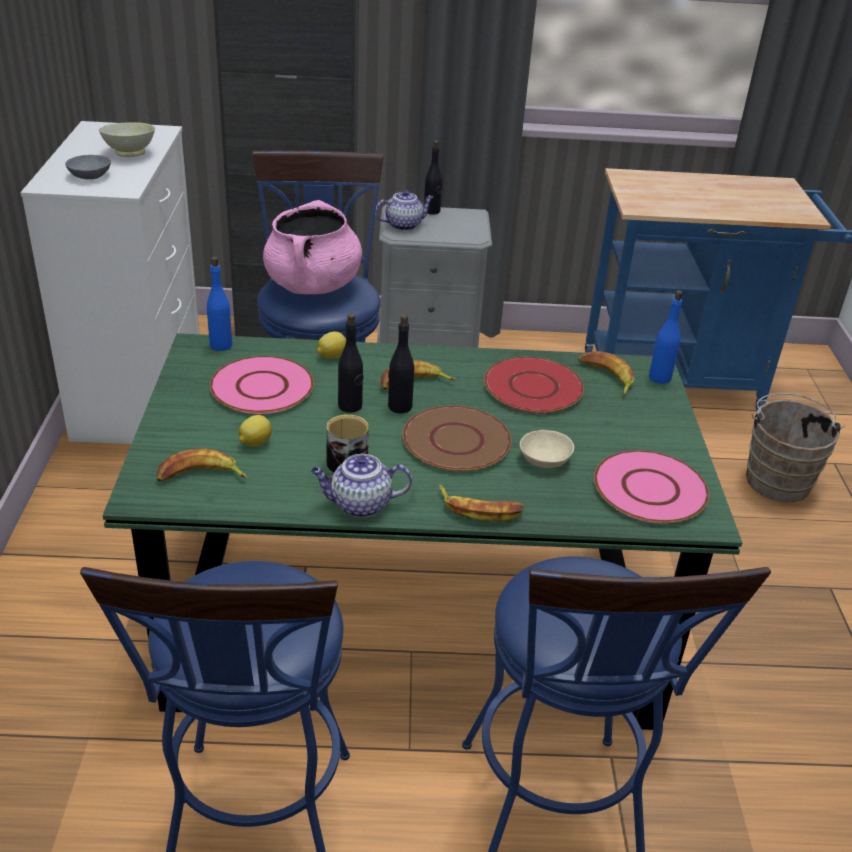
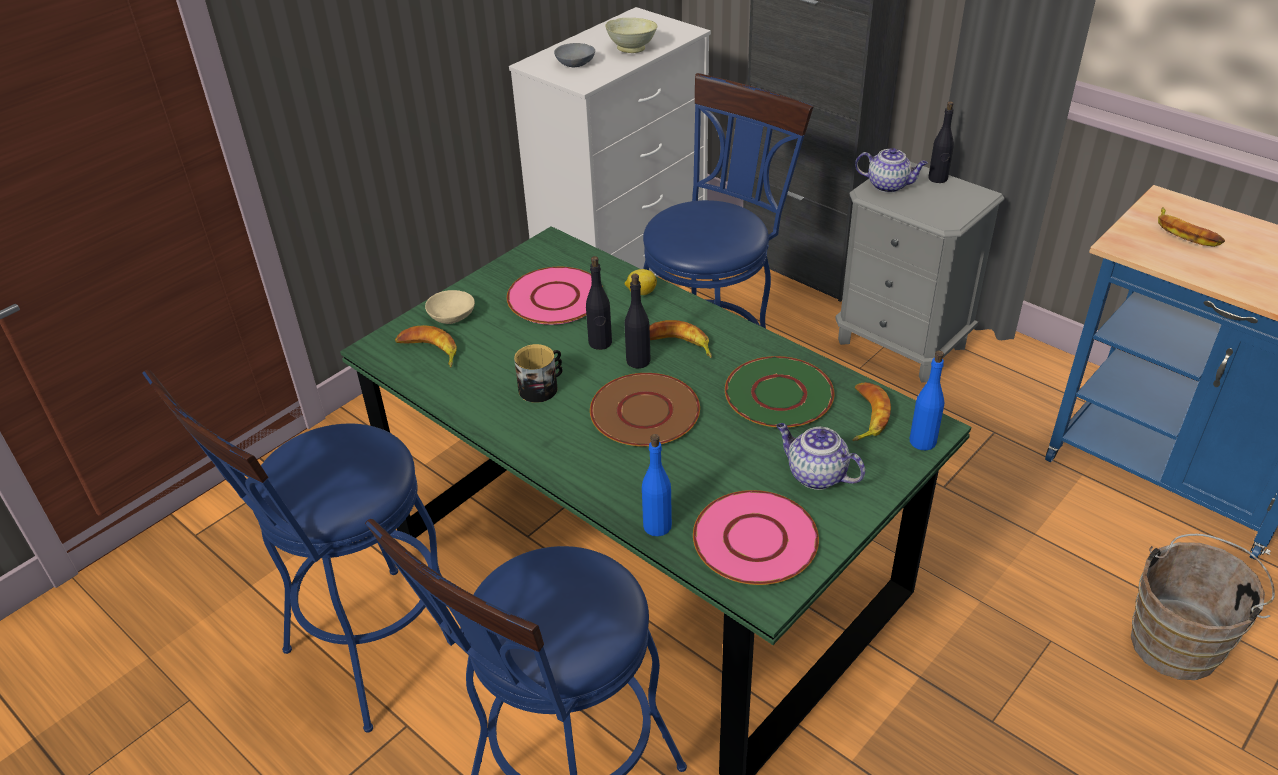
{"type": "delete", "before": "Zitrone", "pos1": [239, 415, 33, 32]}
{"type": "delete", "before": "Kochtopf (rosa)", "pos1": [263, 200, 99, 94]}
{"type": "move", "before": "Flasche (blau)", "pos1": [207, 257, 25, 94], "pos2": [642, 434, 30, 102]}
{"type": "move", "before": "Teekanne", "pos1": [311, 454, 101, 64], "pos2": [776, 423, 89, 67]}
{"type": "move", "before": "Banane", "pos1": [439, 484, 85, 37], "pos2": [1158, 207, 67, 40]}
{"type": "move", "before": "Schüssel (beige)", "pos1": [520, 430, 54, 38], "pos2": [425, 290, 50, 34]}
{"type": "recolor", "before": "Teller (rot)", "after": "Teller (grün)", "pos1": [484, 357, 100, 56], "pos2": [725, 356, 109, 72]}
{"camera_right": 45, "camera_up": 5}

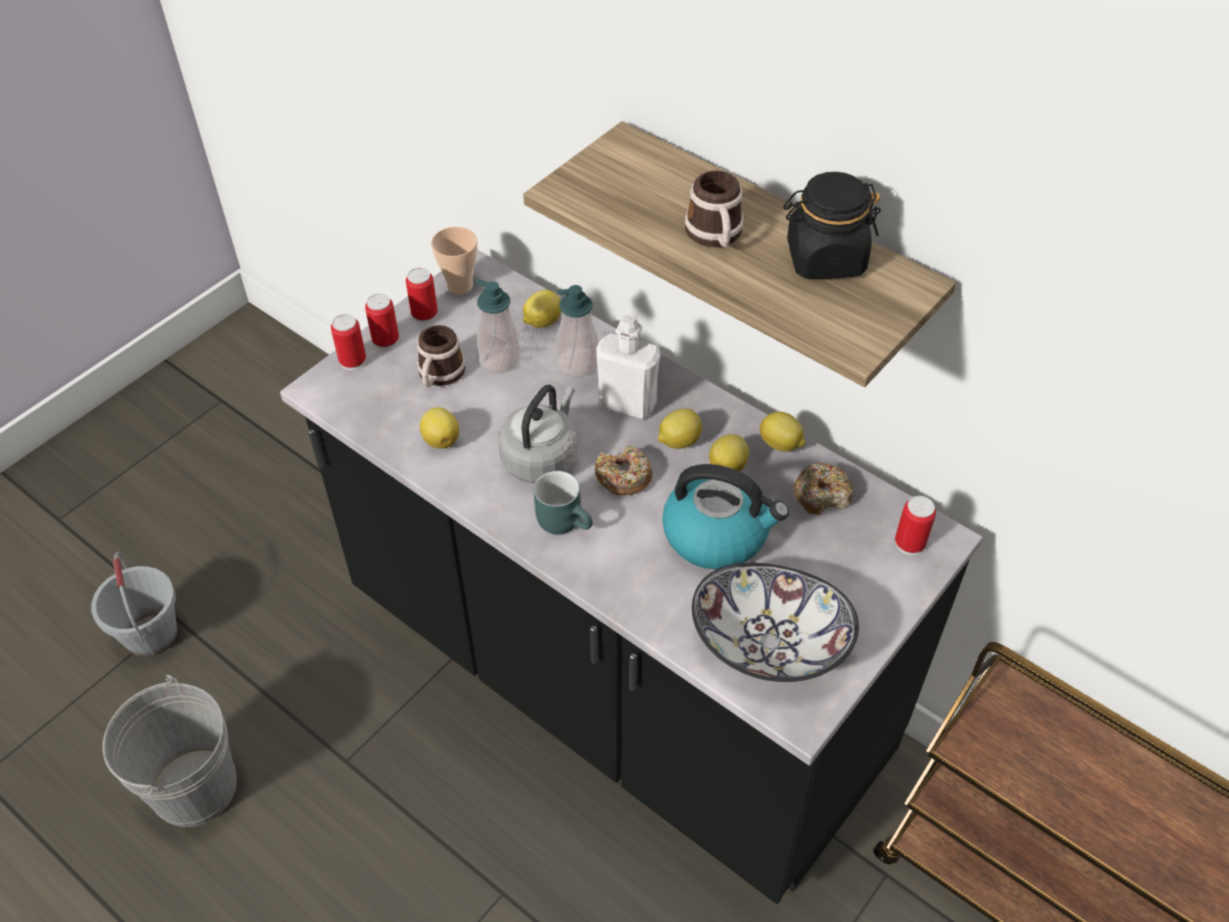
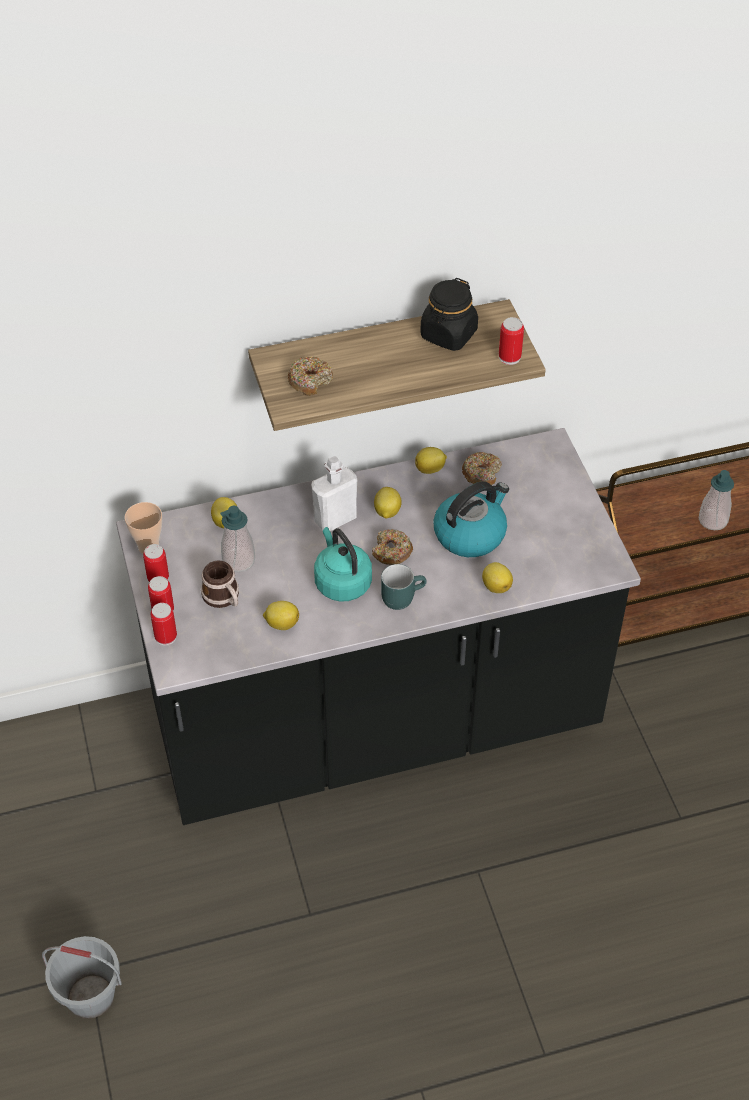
{"type": "delete", "before": "Eimer (grau)", "pos1": [103, 675, 134, 152]}
{"type": "delete", "before": "Henkelbecher", "pos1": [685, 171, 59, 76]}
{"type": "delete", "before": "Schüssel", "pos1": [692, 563, 167, 119]}
{"type": "insert", "after": "Donut", "pos2": [288, 357, 45, 39]}
{"type": "move", "before": "Seifenspender", "pos1": [556, 285, 42, 92], "pos2": [699, 470, 35, 60]}
{"type": "move", "before": "Zitrone", "pos1": [709, 434, 40, 37], "pos2": [482, 562, 31, 31]}
{"type": "move", "before": "Dose", "pos1": [895, 496, 41, 59], "pos2": [499, 317, 25, 48]}
{"type": "recolor", "before": "Wasserkessel (grau)", "after": "Wasserkessel (türkis)", "pos1": [498, 385, 79, 98], "pos2": [314, 527, 58, 74]}
{"camera_right": -55, "camera_up": 0}

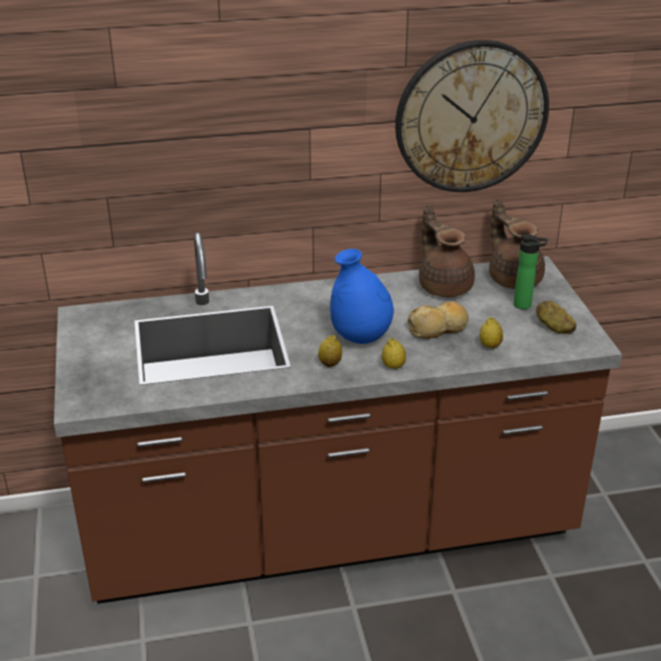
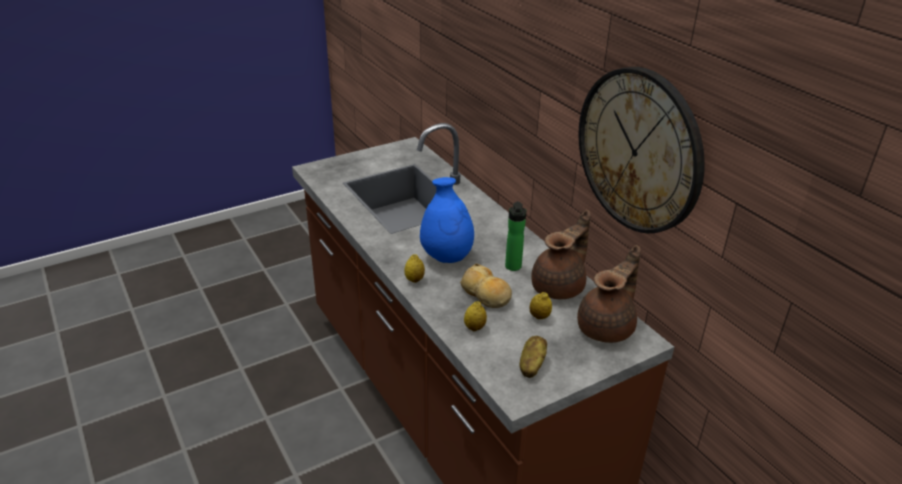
{"type": "move", "before": "Zitrone", "pos1": [318, 335, 24, 32], "pos2": [530, 292, 22, 27]}
{"type": "move", "before": "Flasche", "pos1": [513, 234, 35, 75], "pos2": [505, 201, 21, 70]}
{"camera_right": 70, "camera_up": 0}

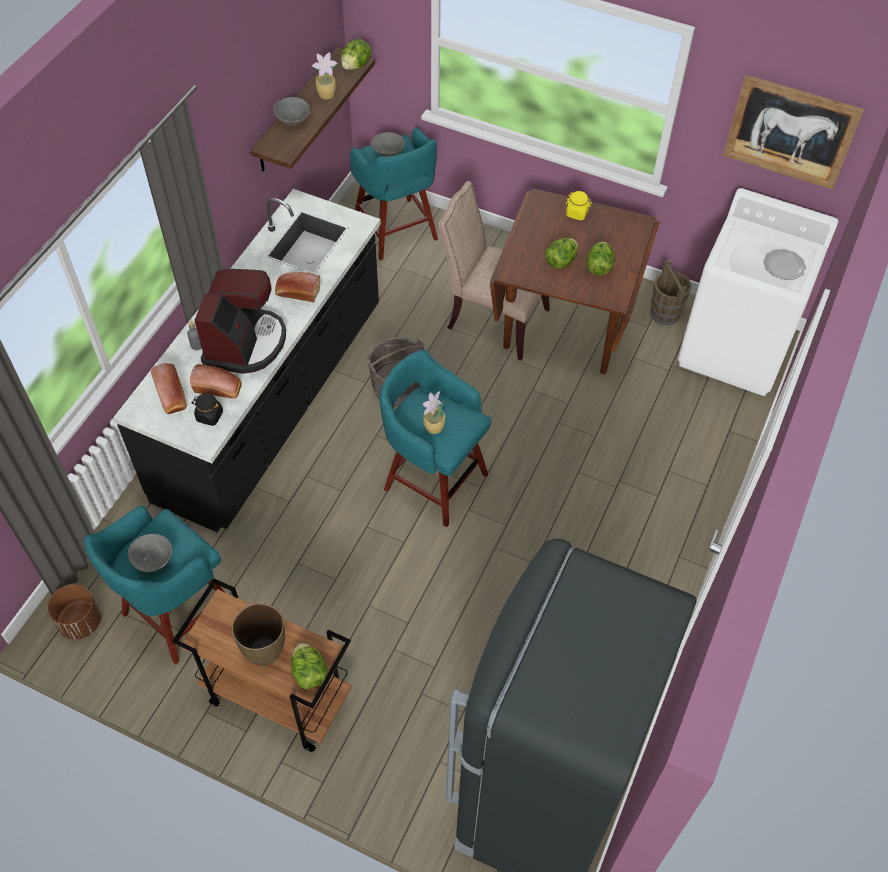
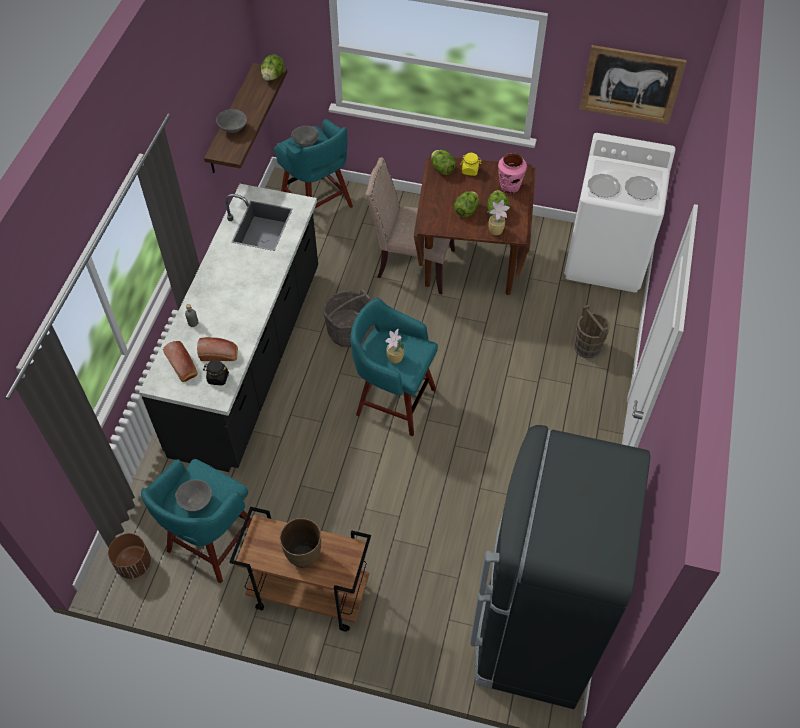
{"type": "delete", "before": "Kaffeemaschine", "pos1": [194, 269, 92, 105]}
{"type": "delete", "before": "Brot", "pos1": [275, 272, 45, 30]}
{"type": "insert", "after": "Vase (rosa)", "pos2": [498, 153, 29, 41]}
{"type": "insert", "after": "Teller", "pos2": [588, 174, 33, 24]}
{"type": "move", "before": "Salatkopf", "pos1": [291, 643, 37, 46], "pos2": [431, 150, 25, 25]}
{"type": "move", "before": "Topfpflanze", "pos1": [312, 52, 26, 48], "pos2": [487, 200, 23, 35]}
{"type": "move", "before": "Eimer (braun)", "pos1": [650, 260, 42, 65], "pos2": [574, 305, 36, 53]}
{"camera_right": -10, "camera_up": 0}

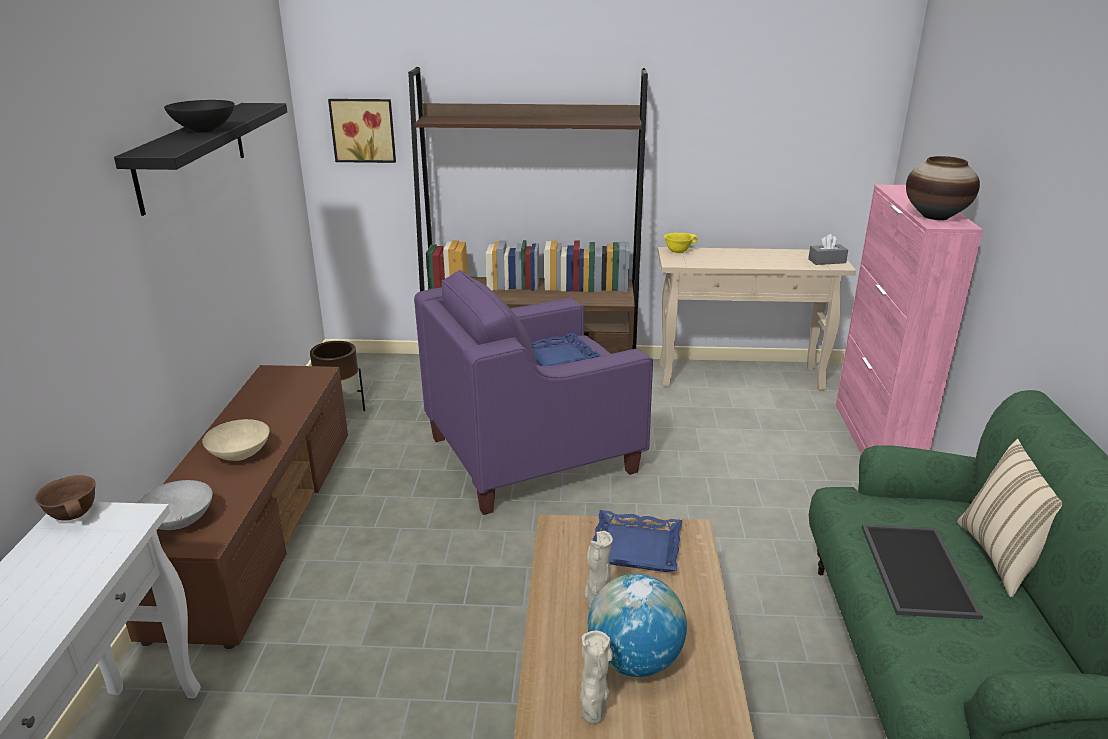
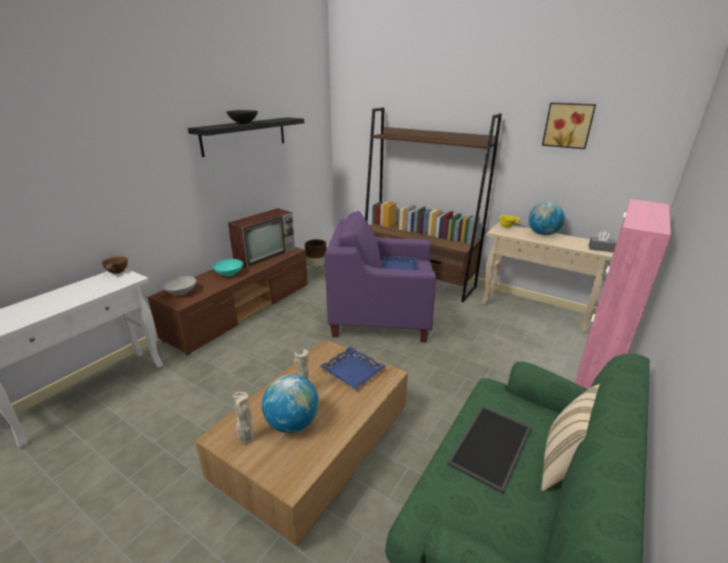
{"type": "delete", "before": "Vase", "pos1": [906, 156, 74, 64]}
{"type": "insert", "after": "Fernseher", "pos2": [228, 208, 67, 60]}
{"type": "insert", "after": "Globus", "pos2": [528, 202, 37, 33]}
{"type": "move", "before": "Bild", "pos1": [328, 99, 68, 64], "pos2": [542, 103, 54, 46]}
{"type": "recolor", "before": "Schüssel (beige)", "after": "Schüssel (türkis)", "pos1": [202, 419, 67, 42], "pos2": [213, 259, 30, 18]}
{"camera_right": 30, "camera_up": 0}

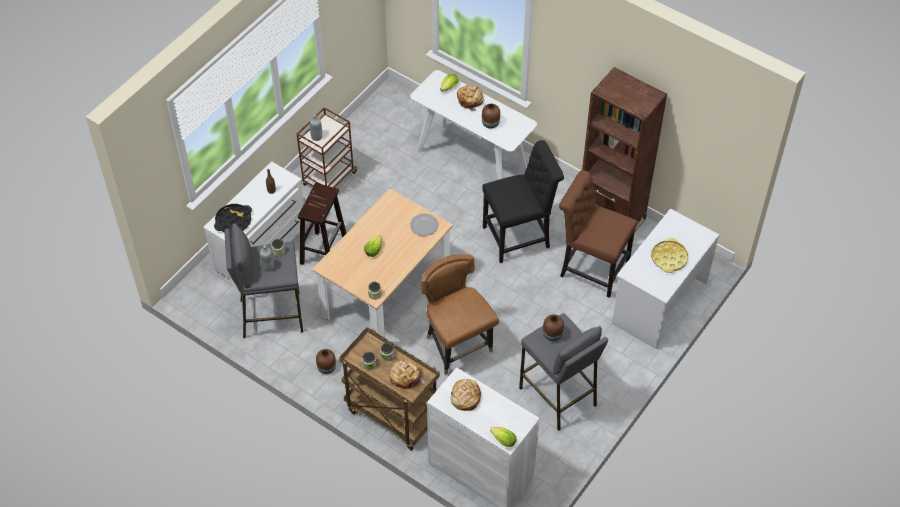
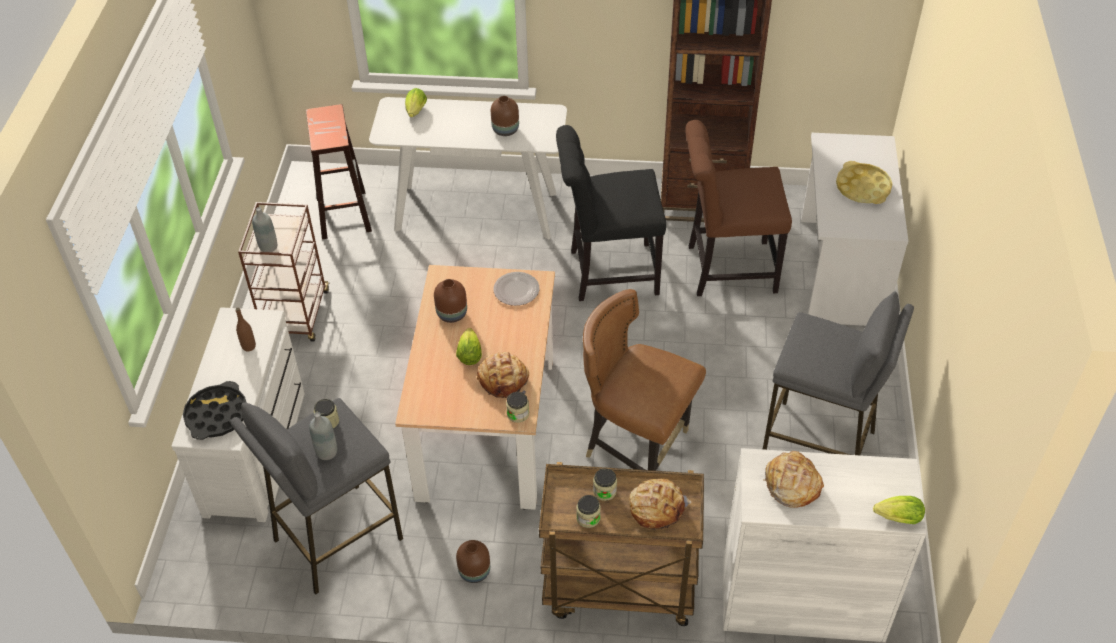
{"type": "move", "before": "Hocker (braun)", "pos1": [298, 183, 48, 82], "pos2": [306, 104, 66, 135]}
{"type": "move", "before": "Brot", "pos1": [457, 84, 27, 28], "pos2": [477, 352, 52, 46]}
{"type": "move", "before": "Vase (braun)", "pos1": [543, 314, 21, 27], "pos2": [434, 279, 33, 44]}
{"type": "rotate", "before": "Stuhl (schwarz)", "pos1": [482, 140, 82, 123], "pos2": [556, 125, 110, 176], "turn": -135}
{"camera_right": -30, "camera_up": -5}

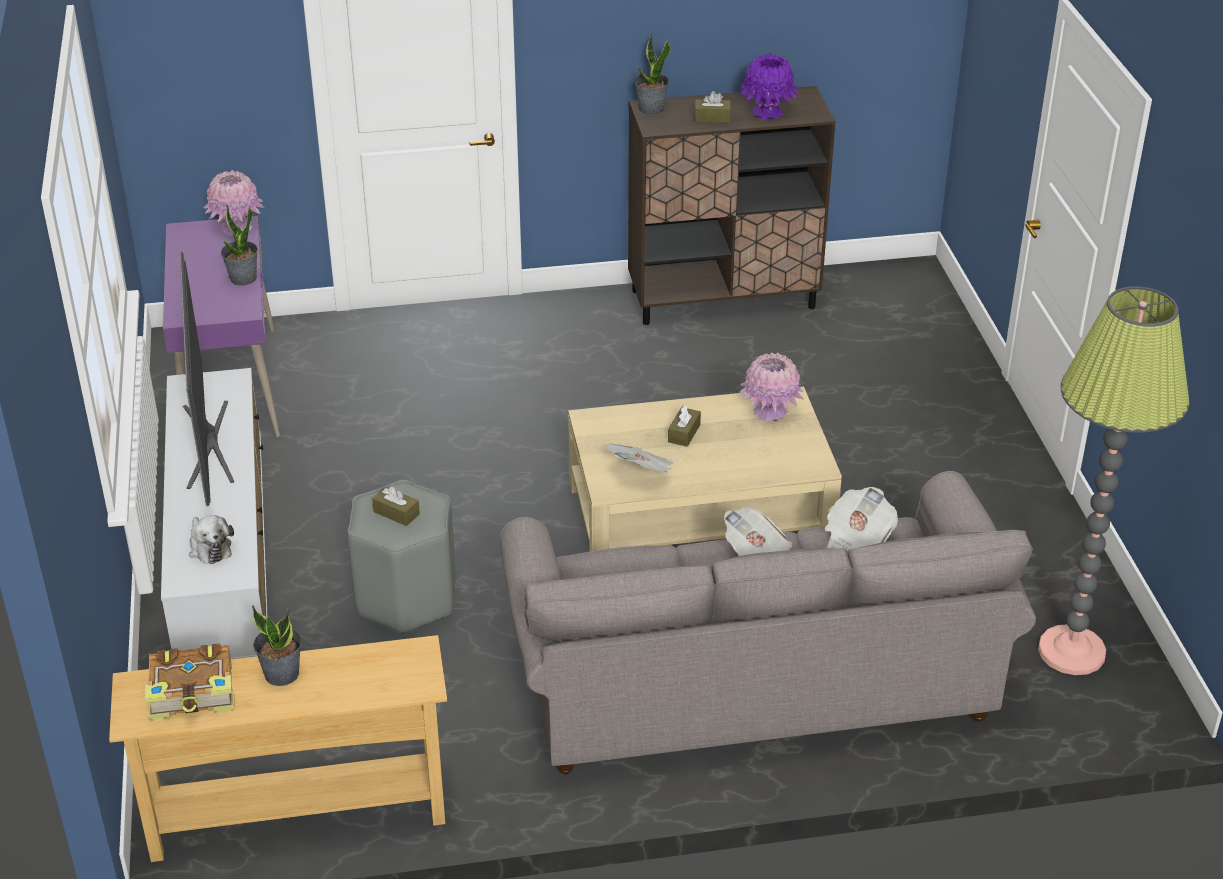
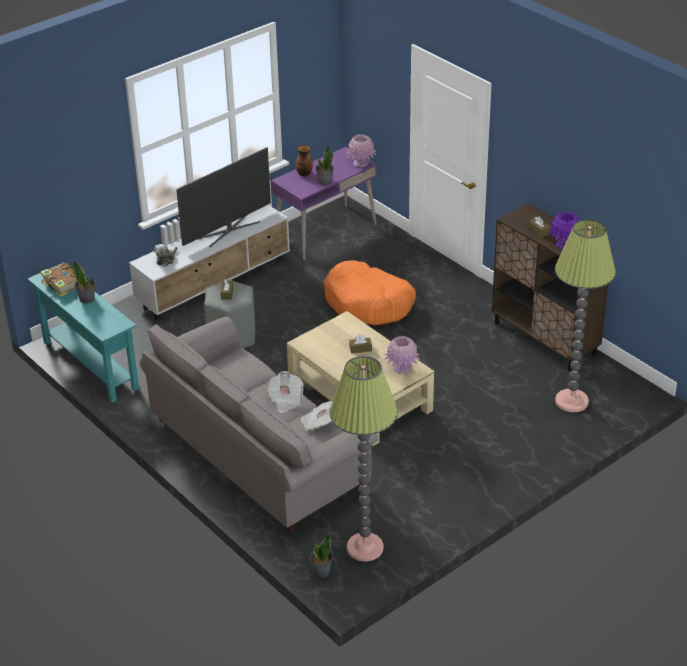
{"type": "delete", "before": "Zeitung", "pos1": [605, 443, 69, 29]}
{"type": "insert", "after": "Vase", "pos2": [296, 145, 17, 31]}
{"type": "insert", "after": "Hundebett (orange)", "pos2": [324, 260, 92, 65]}
{"type": "insert", "after": "Stehlampe", "pos2": [555, 219, 61, 193]}
{"type": "move", "before": "Topfpflanze", "pos1": [634, 34, 37, 81], "pos2": [309, 532, 24, 46]}
{"type": "recolor", "before": "Konsolentisch (beige)", "after": "Konsolentisch (türkis)", "pos1": [109, 635, 338, 227], "pos2": [27, 264, 112, 139]}
{"camera_right": 60, "camera_up": 0}

